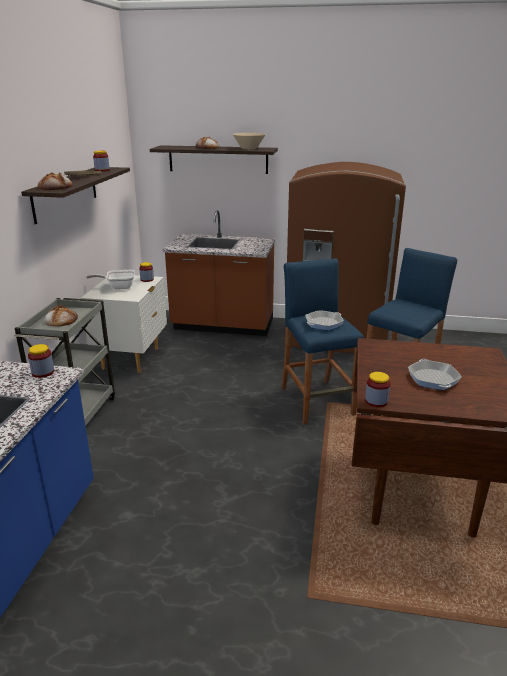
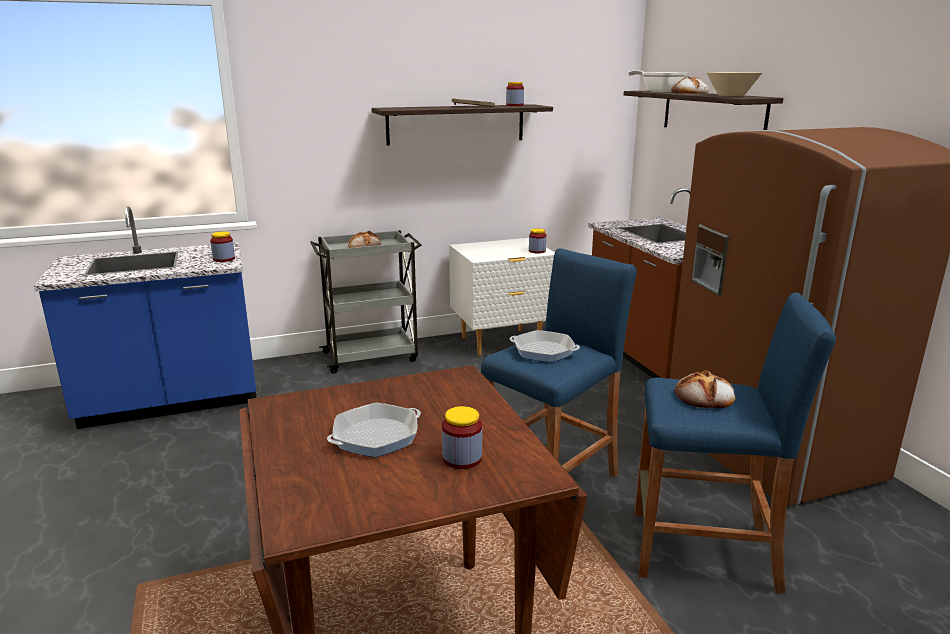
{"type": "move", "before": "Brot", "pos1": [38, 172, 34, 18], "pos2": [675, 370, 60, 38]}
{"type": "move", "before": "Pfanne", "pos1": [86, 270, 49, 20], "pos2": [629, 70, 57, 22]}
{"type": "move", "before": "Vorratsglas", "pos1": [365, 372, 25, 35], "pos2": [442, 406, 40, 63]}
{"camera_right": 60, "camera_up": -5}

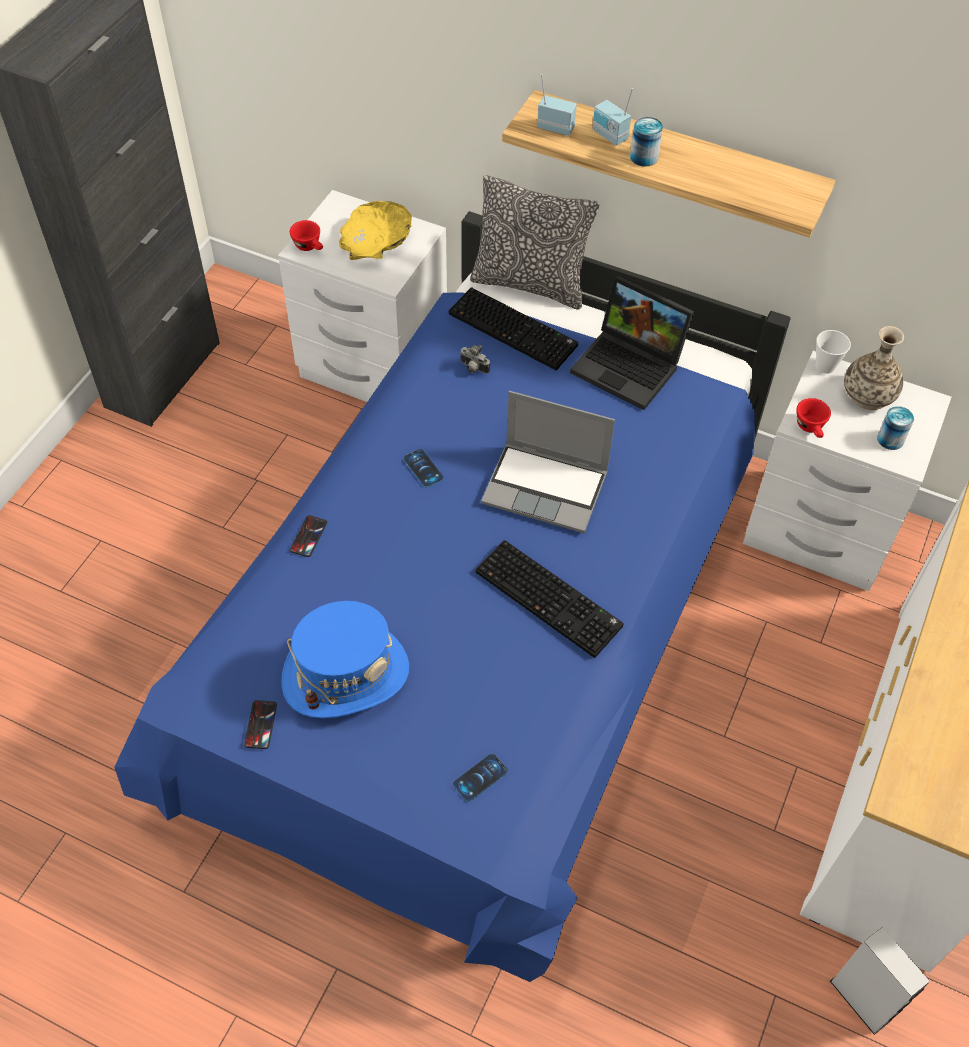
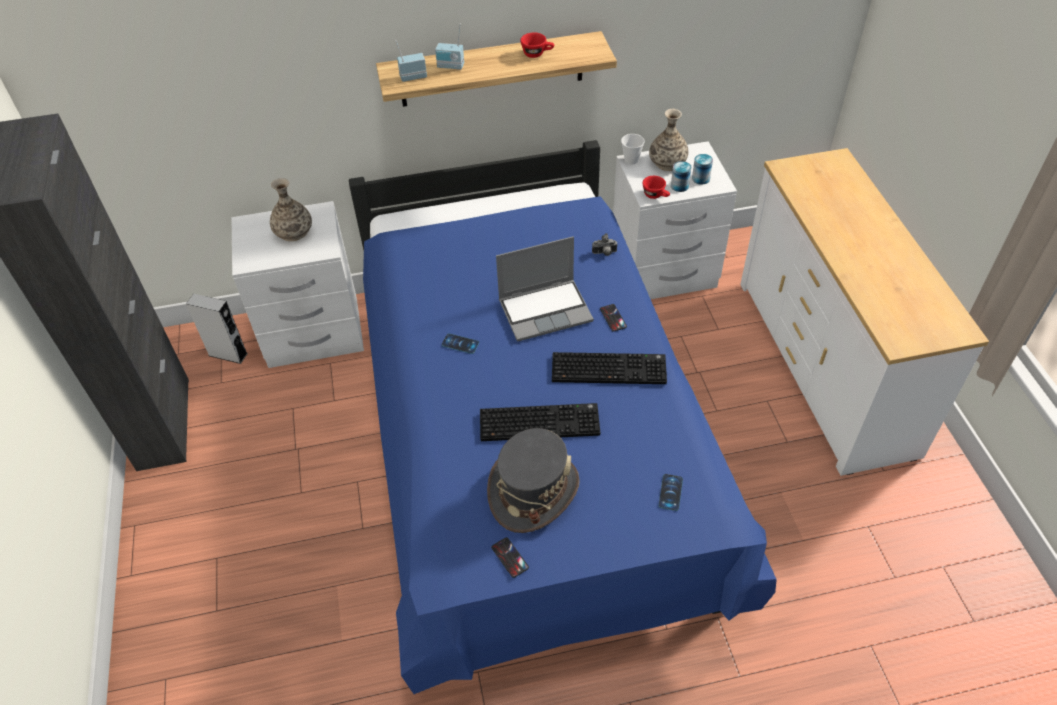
{"type": "delete", "before": "Kissen", "pos1": [470, 175, 129, 134]}
{"type": "delete", "before": "Laptop", "pos1": [570, 276, 124, 134]}
{"type": "move", "before": "Tasse (rot)", "pos1": [290, 220, 33, 31], "pos2": [520, 33, 34, 25]}
{"type": "move", "before": "Handy", "pos1": [290, 515, 37, 42], "pos2": [600, 304, 27, 28]}
{"type": "move", "before": "Tastatur", "pos1": [449, 287, 129, 83], "pos2": [480, 403, 120, 38]}
{"type": "move", "before": "Kamera", "pos1": [460, 345, 30, 29], "pos2": [592, 233, 26, 23]}
{"type": "move", "before": "Dose", "pos1": [630, 117, 33, 50], "pos2": [671, 161, 21, 31]}
{"type": "move", "before": "Lautsprecher (grau)", "pos1": [830, 927, 100, 108], "pos2": [186, 294, 62, 70]}
{"type": "replace", "before": "Schüssel (gelb)", "after": "Vase", "pos1": [339, 201, 73, 59], "pos2": [270, 178, 42, 63]}
{"type": "recolor", "before": "Hut (blau)", "after": "Hut (grau)", "pos1": [281, 601, 128, 117], "pos2": [487, 428, 93, 105]}
{"camera_right": -35, "camera_up": -5}

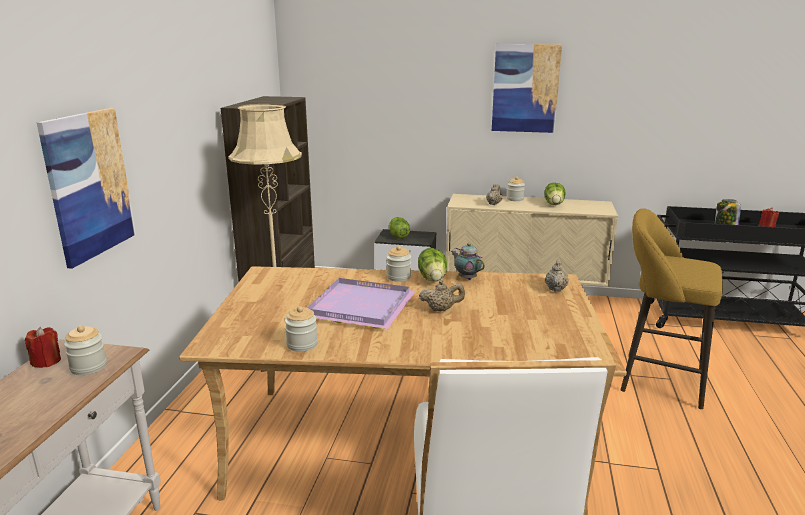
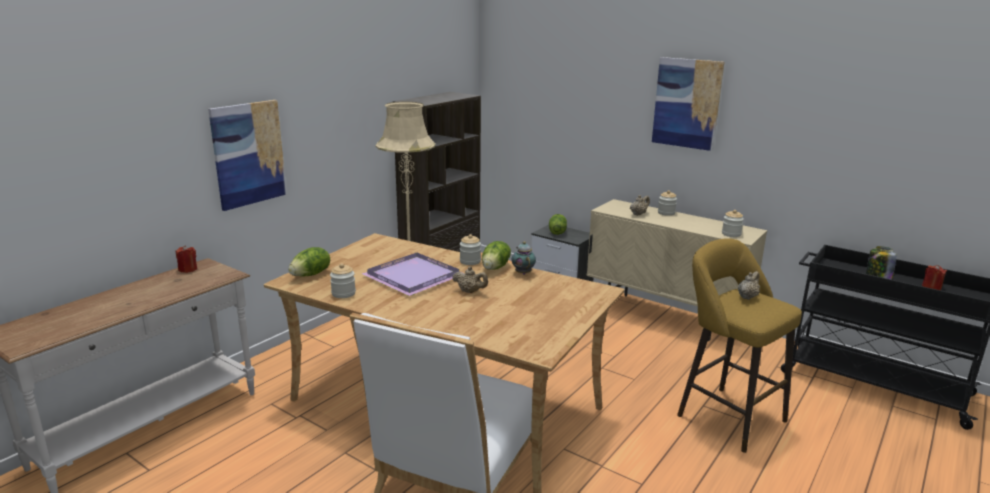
{"type": "move", "before": "Vorratsglas", "pos1": [64, 325, 43, 50], "pos2": [722, 210, 22, 27]}
{"type": "move", "before": "Salatkopf", "pos1": [544, 183, 22, 22], "pos2": [288, 247, 42, 29]}
{"type": "move", "before": "Teekanne (beige)", "pos1": [545, 259, 24, 33], "pos2": [738, 271, 22, 29]}
{"camera_right": 25, "camera_up": 0}

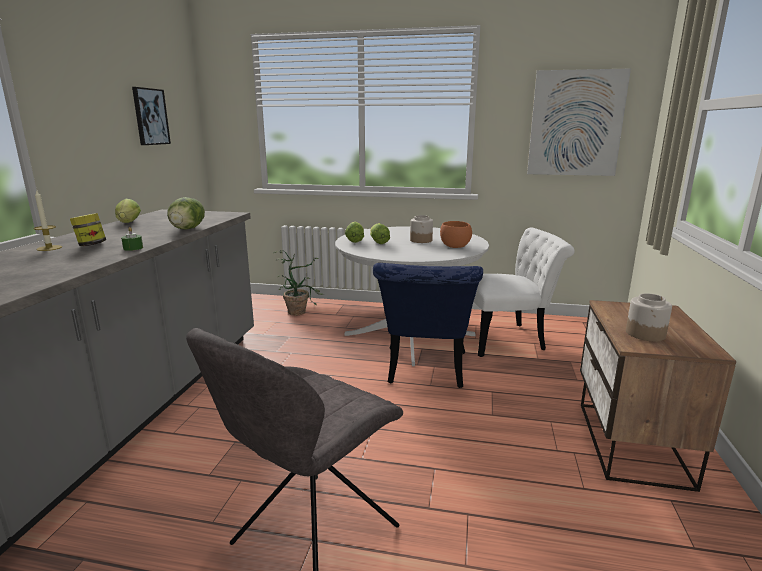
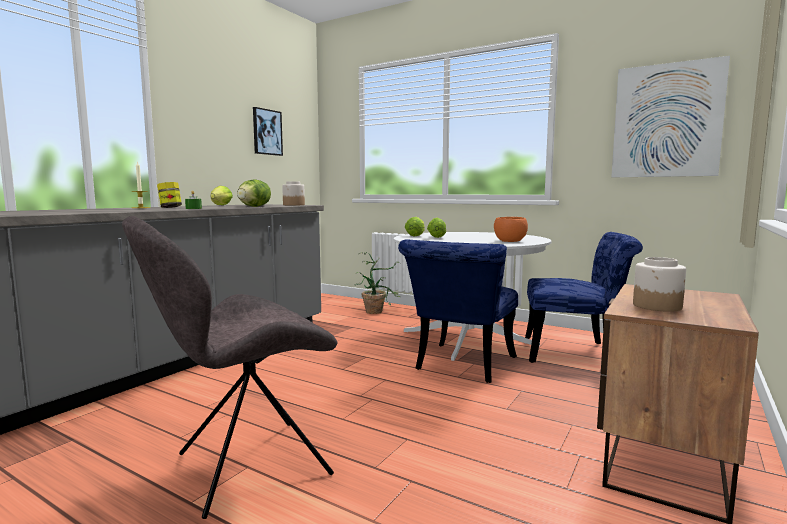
{"type": "move", "before": "Vorratsglas", "pos1": [410, 215, 23, 28], "pos2": [282, 181, 23, 24]}
{"type": "recolor", "before": "Stuhl (weiß)", "after": "Stuhl (blau)", "pos1": [473, 228, 102, 129], "pos2": [525, 232, 118, 131]}
{"camera_right": 20, "camera_up": -10}

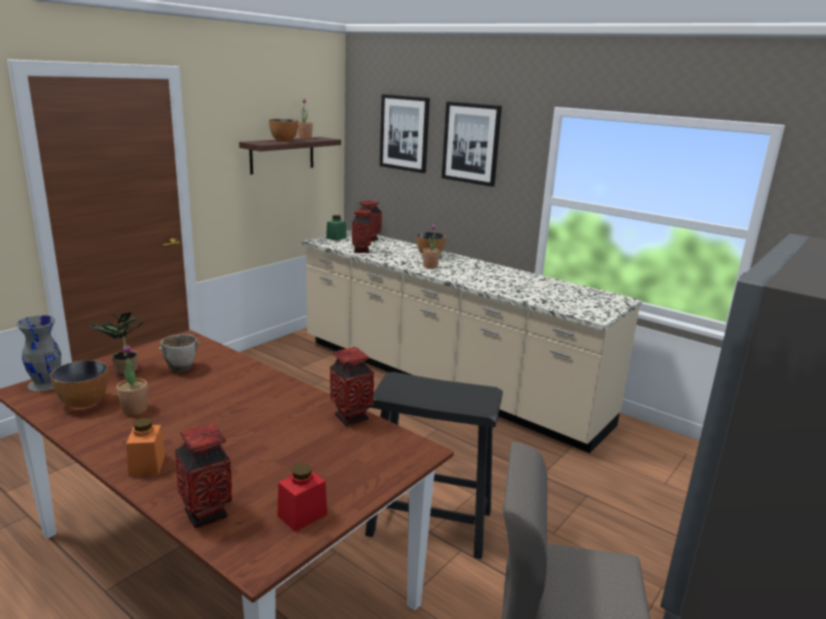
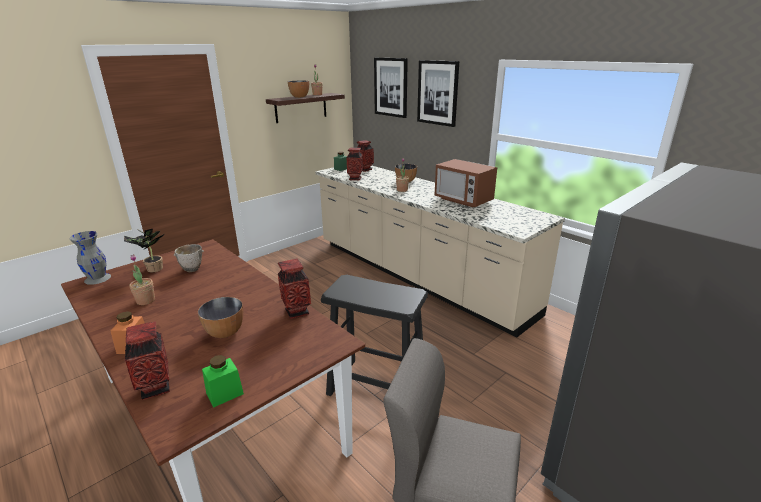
{"type": "insert", "after": "Mikrowelle", "pos2": [434, 159, 63, 49]}
{"type": "move", "before": "Schüssel", "pos1": [50, 360, 58, 48], "pos2": [198, 297, 45, 41]}
{"type": "recolor", "before": "Vorratsglas (rot)", "after": "Vorratsglas (grün)", "pos1": [277, 463, 50, 69], "pos2": [202, 355, 42, 53]}
{"camera_right": 10, "camera_up": 5}

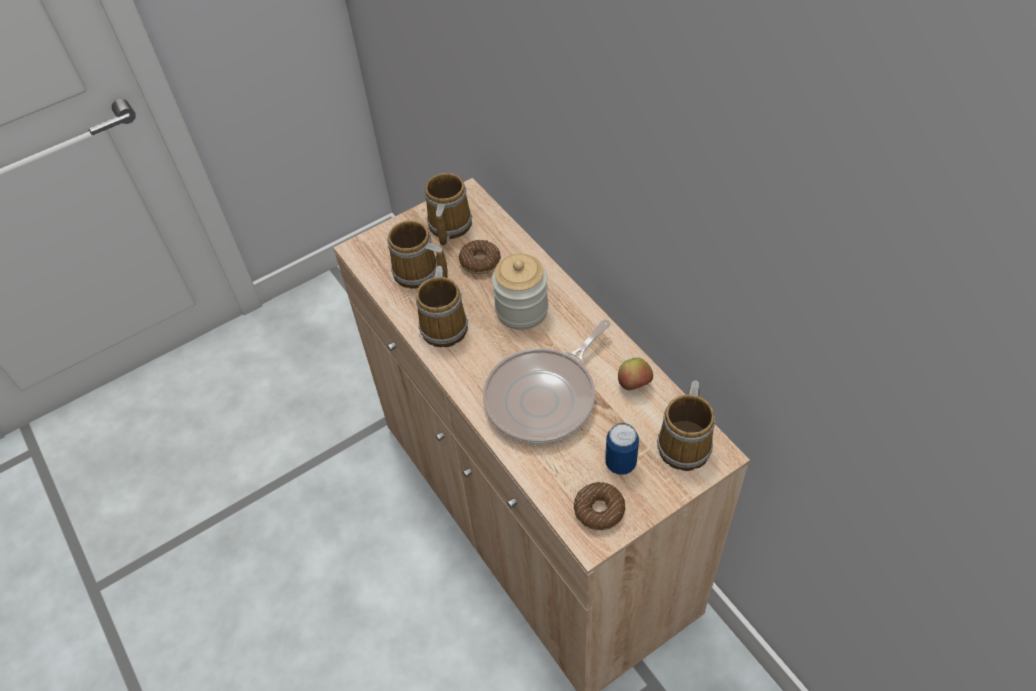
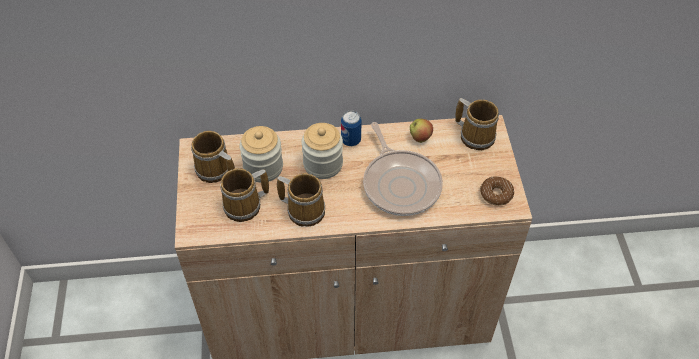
{"type": "move", "before": "Dose", "pos1": [605, 423, 34, 52], "pos2": [341, 110, 21, 36]}
{"type": "replace", "before": "Donut", "after": "Vorratsglas", "pos1": [459, 240, 42, 34], "pos2": [239, 126, 44, 57]}
{"camera_right": -65, "camera_up": 0}

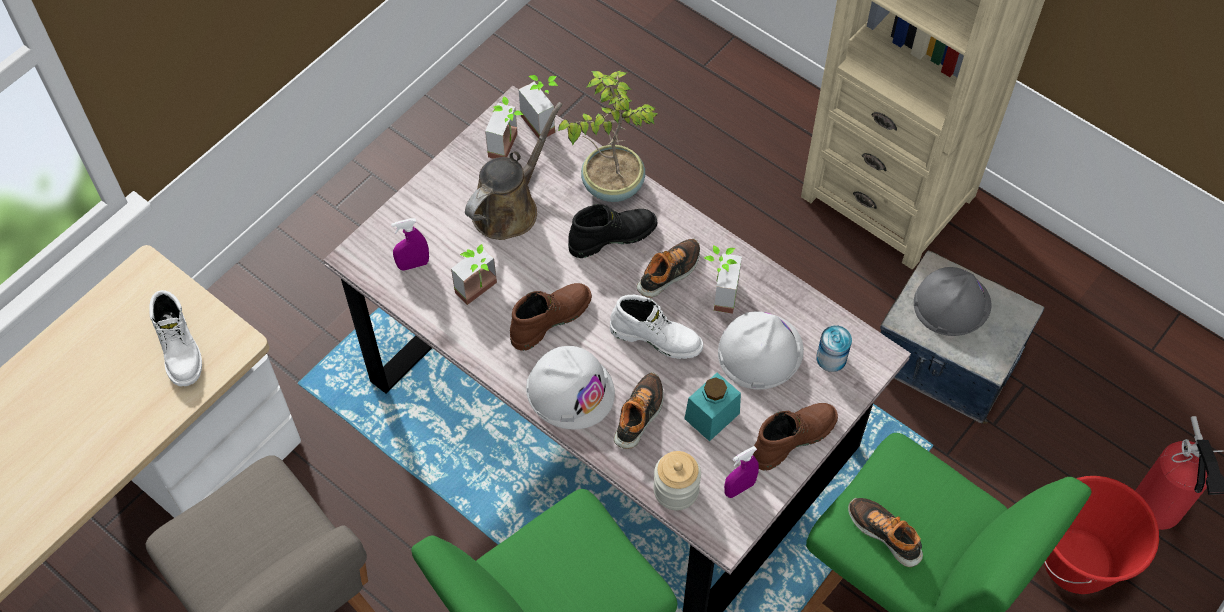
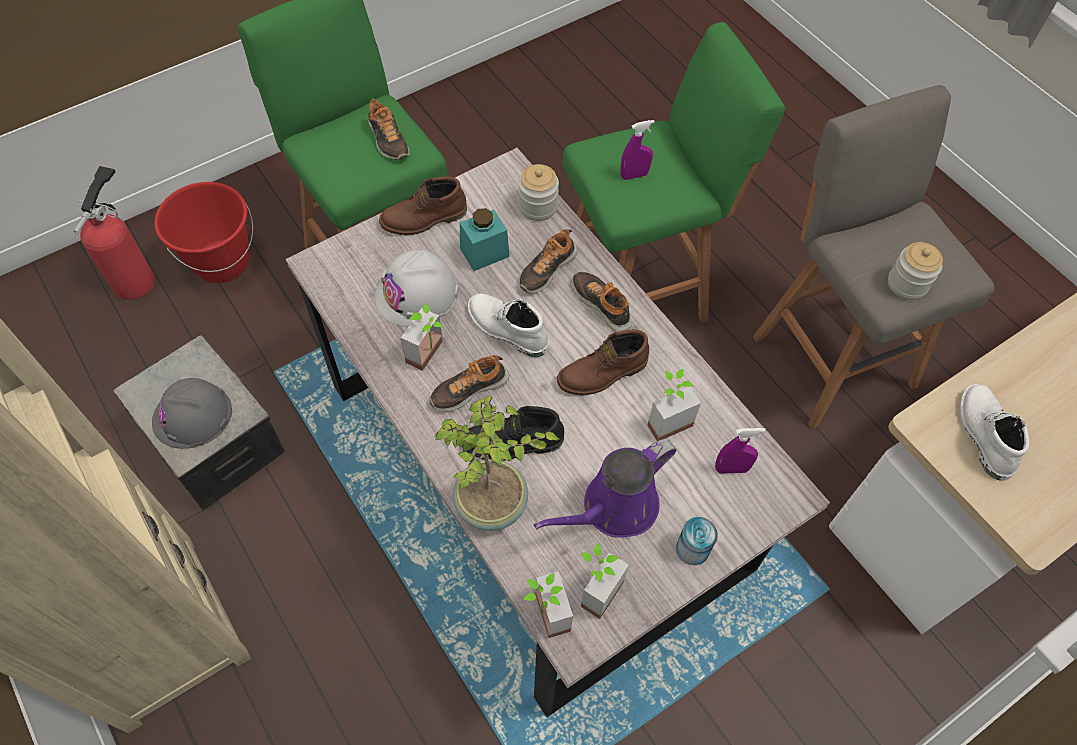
{"type": "insert", "after": "Vorratsglas", "pos2": [888, 242, 55, 58]}
{"type": "move", "before": "Sprühflasche (lila)", "pos1": [724, 446, 35, 52], "pos2": [620, 120, 35, 60]}
{"type": "move", "before": "Dose", "pos1": [816, 325, 36, 47], "pos2": [676, 517, 42, 48]}
{"type": "replace", "before": "Schutzhelm (weiß)", "after": "Schuh", "pos1": [526, 346, 89, 83], "pos2": [572, 272, 60, 60]}
{"type": "recolor", "before": "Gießkanne (braun)", "after": "Gießkanne (lila)", "pos1": [465, 102, 98, 138], "pos2": [534, 439, 142, 98]}
{"camera_right": -165, "camera_up": 0}

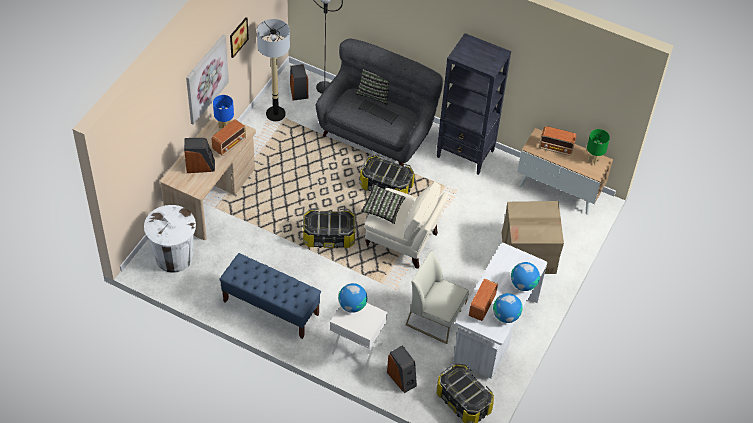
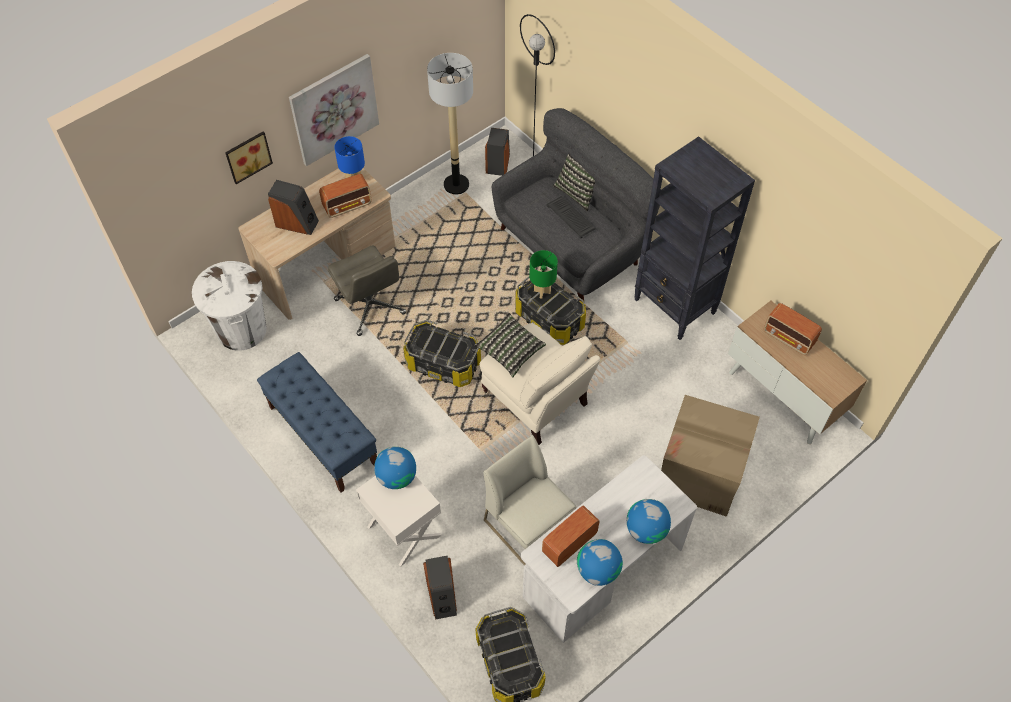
{"type": "insert", "after": "Bürostuhl (grau)", "pos2": [328, 246, 78, 90]}
{"type": "move", "before": "Bild", "pos1": [230, 17, 19, 41], "pos2": [225, 132, 48, 52]}
{"type": "move", "before": "Tischlampe (grün)", "pos1": [587, 129, 23, 37], "pos2": [529, 250, 29, 49]}
{"camera_right": 25, "camera_up": 5}

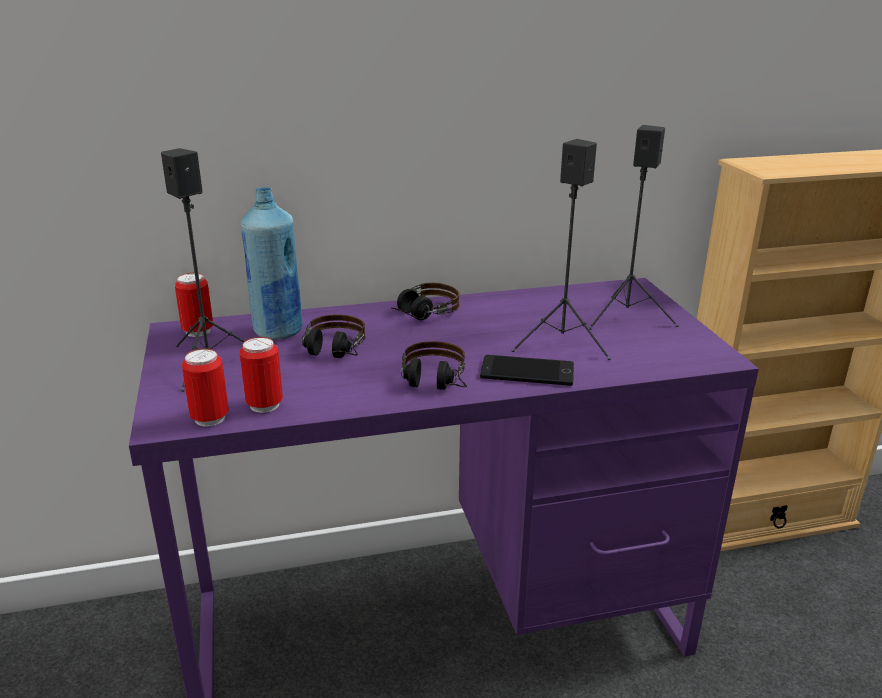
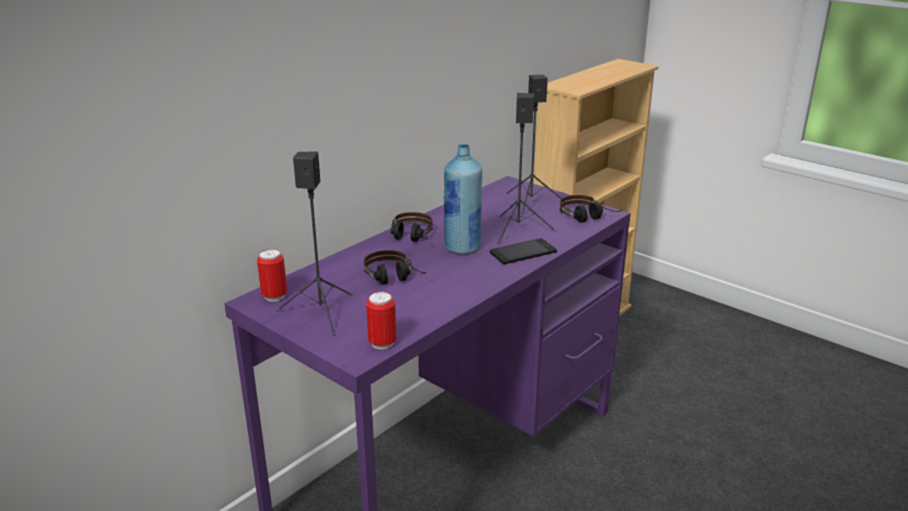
{"type": "delete", "before": "Dose", "pos1": [239, 337, 44, 76]}
{"type": "move", "before": "Flasche (blau)", "pos1": [240, 187, 63, 153], "pos2": [443, 144, 39, 110]}
{"type": "move", "before": "Kopfhörer", "pos1": [401, 341, 66, 49], "pos2": [560, 195, 62, 28]}
{"camera_right": -35, "camera_up": 0}

